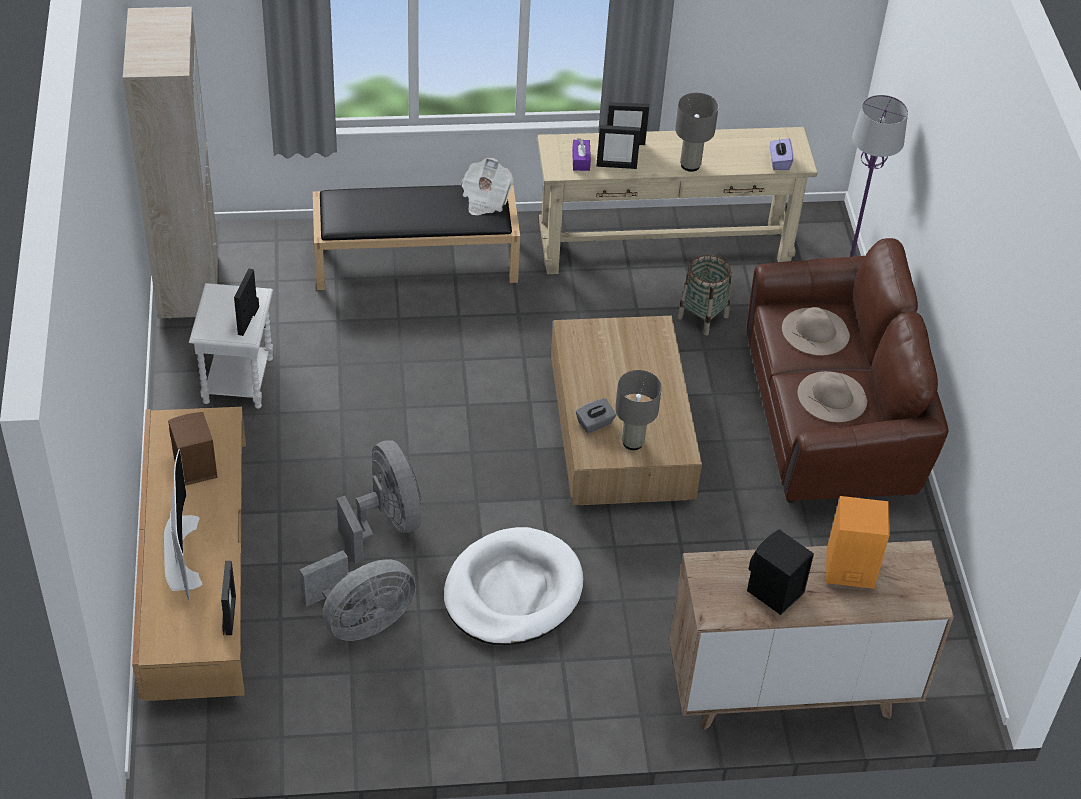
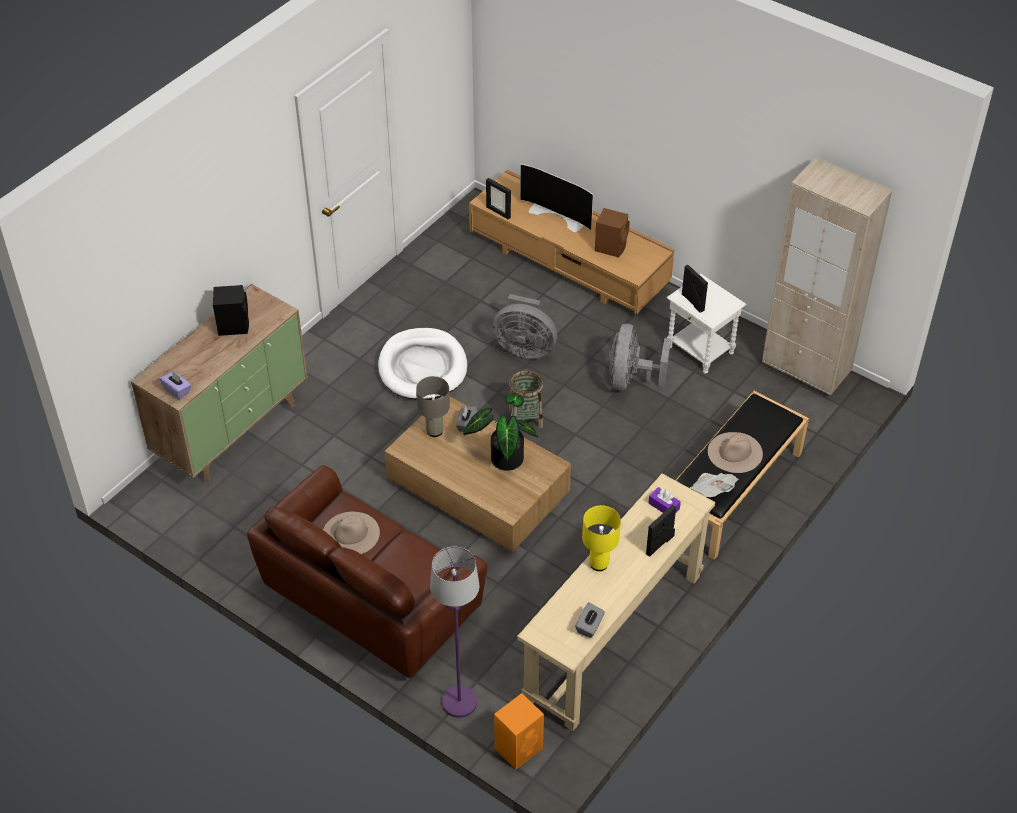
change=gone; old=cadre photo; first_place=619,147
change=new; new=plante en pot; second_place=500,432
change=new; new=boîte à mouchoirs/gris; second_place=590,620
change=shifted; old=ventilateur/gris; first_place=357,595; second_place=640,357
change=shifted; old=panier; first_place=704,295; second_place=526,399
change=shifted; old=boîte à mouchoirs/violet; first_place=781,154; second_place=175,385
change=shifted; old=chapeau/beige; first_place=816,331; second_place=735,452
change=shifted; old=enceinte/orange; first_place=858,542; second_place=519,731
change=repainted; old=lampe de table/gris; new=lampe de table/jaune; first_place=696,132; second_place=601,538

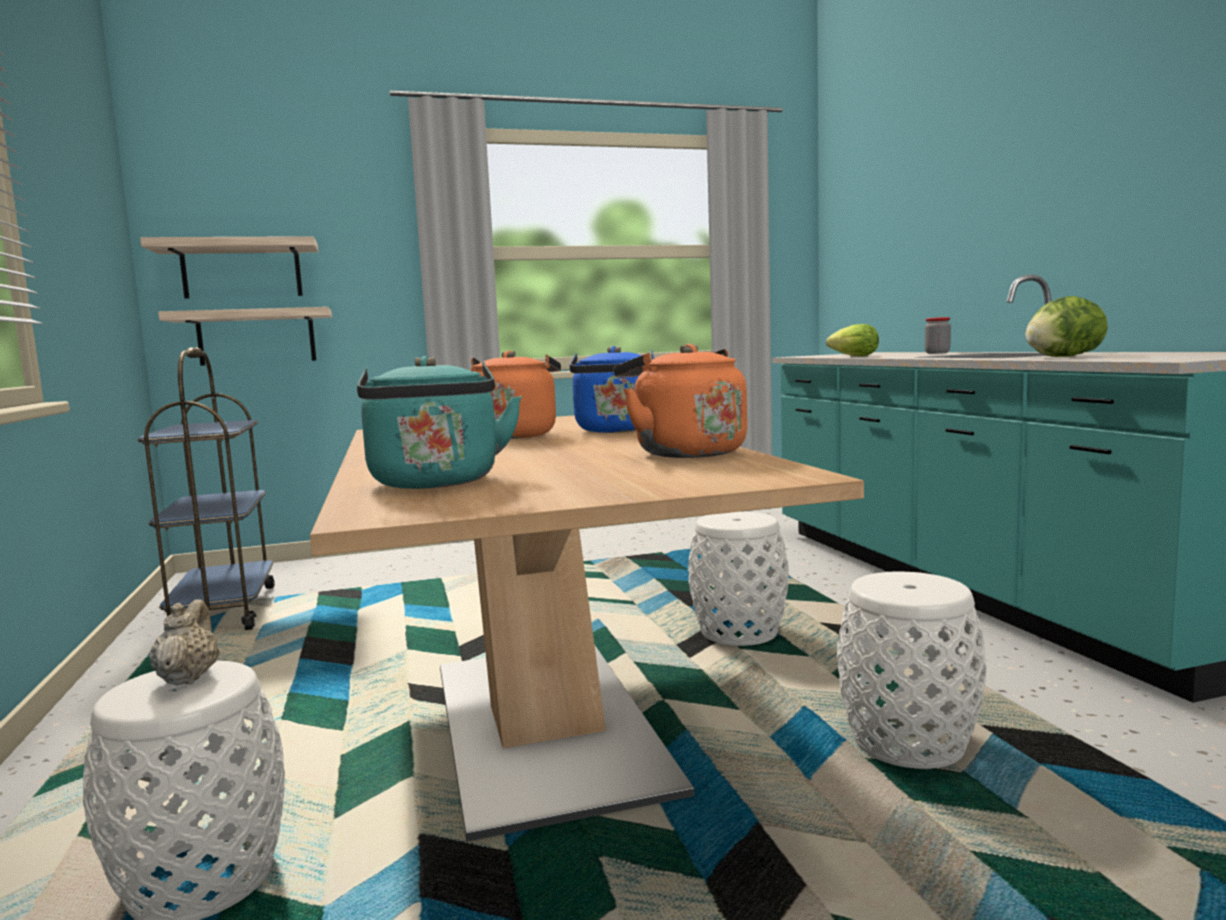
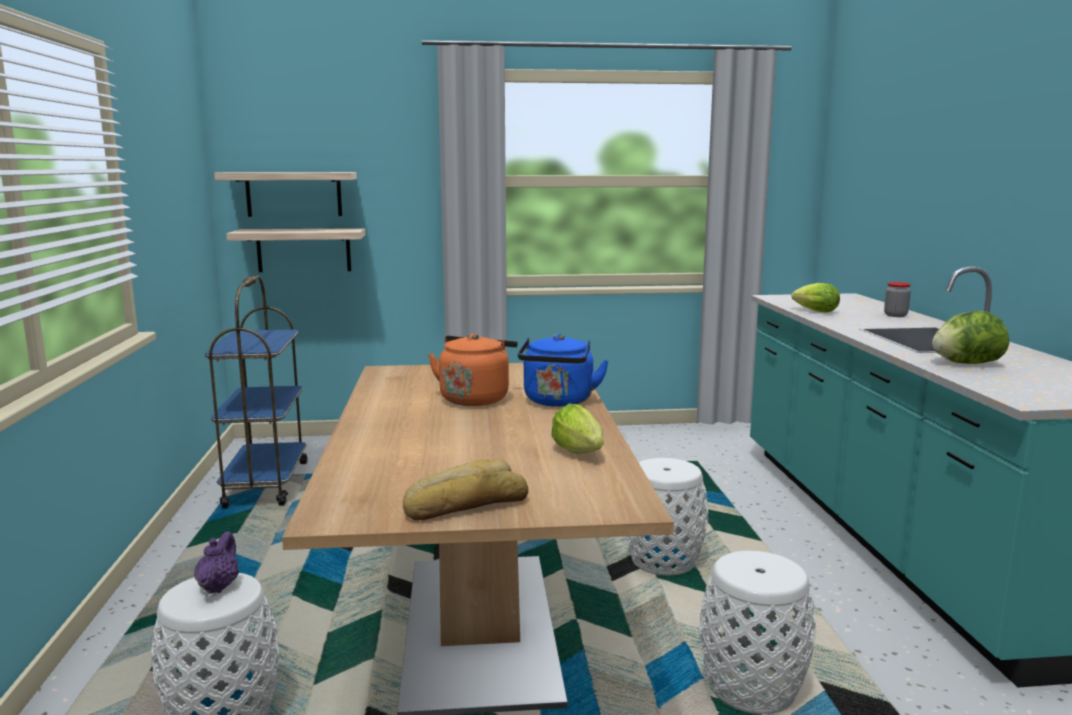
change=gone; old=bouilloire/turquoise; first_place=439,422
change=new; new=pain; second_place=465,489
change=swapped; old=bouilloire/orange; new=laitue; first_place=680,401; second_place=578,428
change=repainted; old=théière/beige; new=théière/violet; first_place=184,642; second_place=216,562

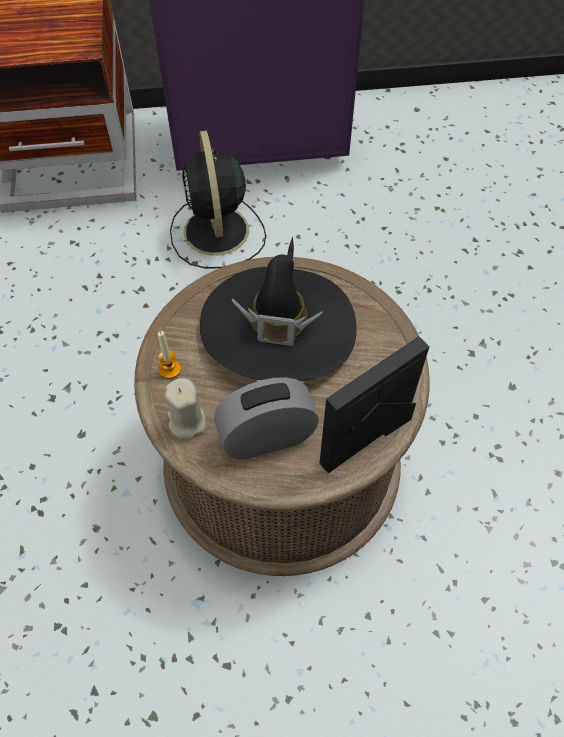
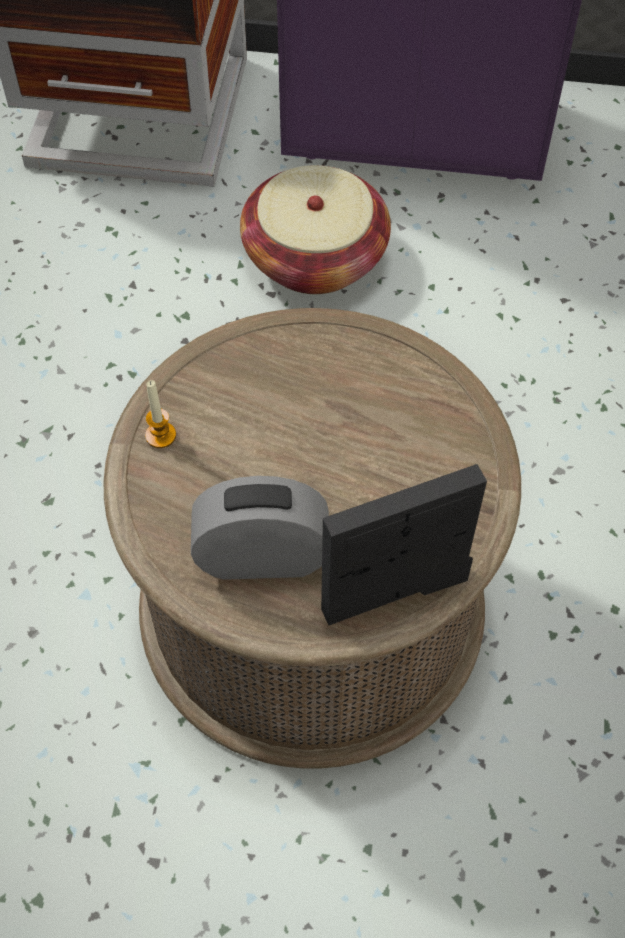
change=gone; old=bougie/beige; first_place=185,408
change=gone; old=chapeau/noir; first_place=278,308
change=swapped; old=ventilateur/noir; new=panier; first_place=218,200; second_place=315,229

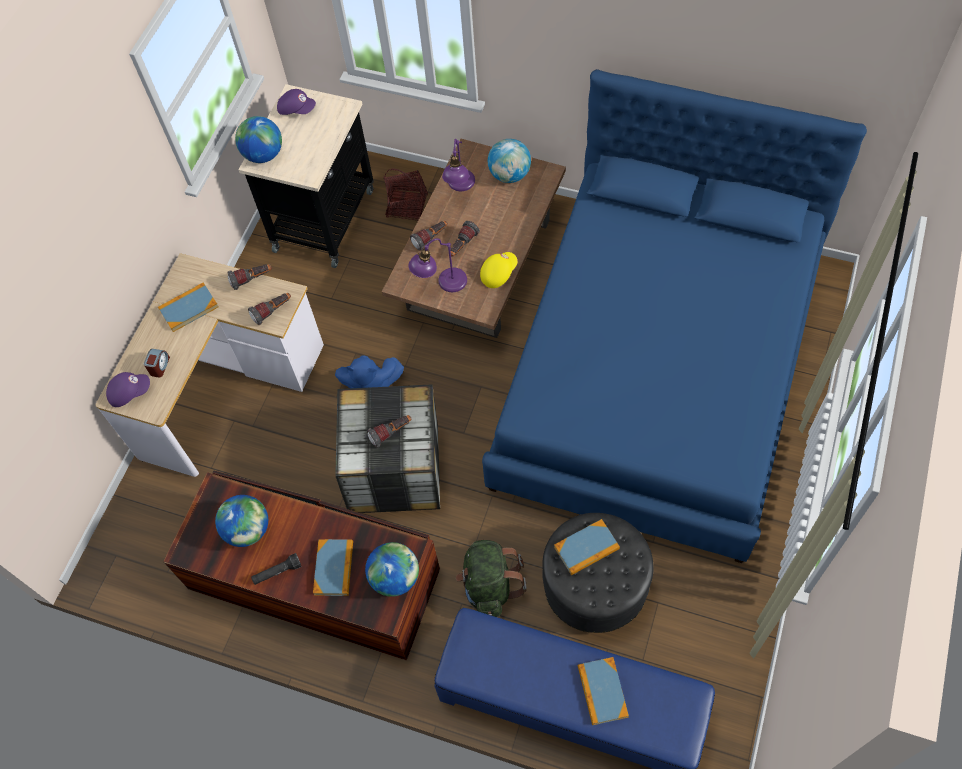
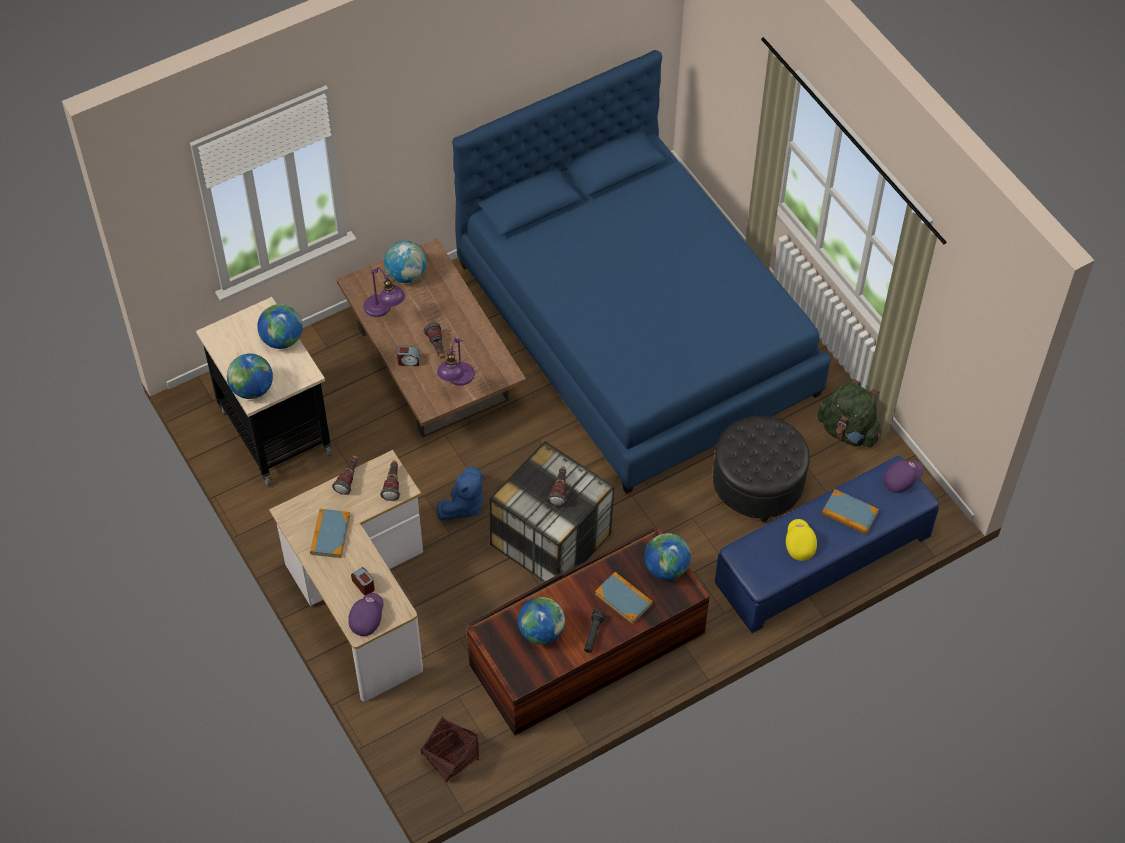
change=gone; old=livre; first_place=587,547
change=new; new=globe; second_place=280,326
change=shifted; old=casquette/violet; first_place=296,102; second_place=903,476
change=shifted; old=panier; first_place=405,194; second_place=449,750
change=shifted; old=sac à dos/vert; first_place=491,578; second_place=849,413
change=shifted; old=casquette/jaune; first_place=498,270; second_place=801,540
change=swapped; old=lampe de poche; new=réveil; first_place=429,236; second_place=408,355

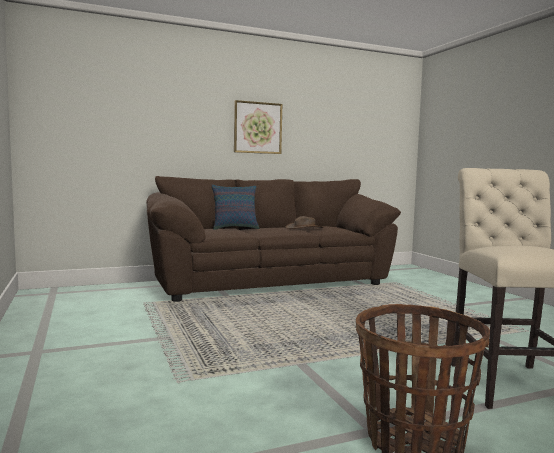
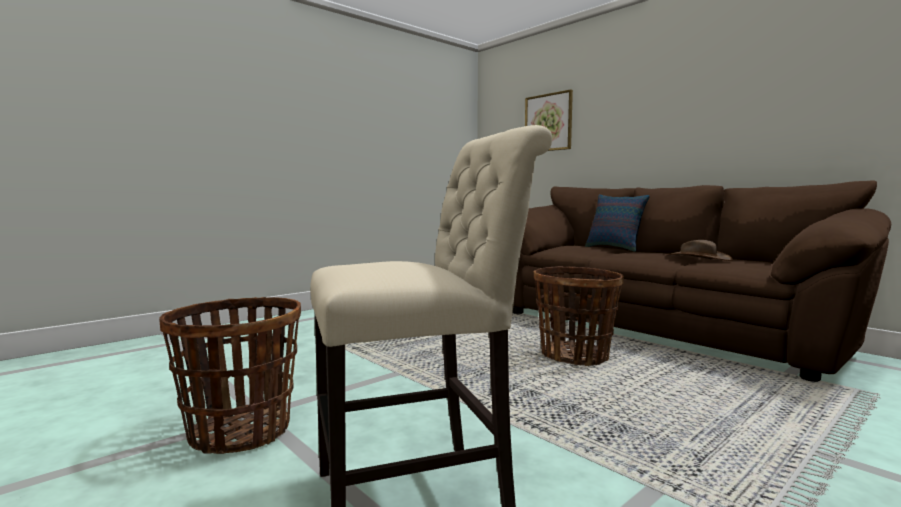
change=new; new=panier; second_place=579,316
change=shifted; old=tableau; first_place=258,127; second_place=549,120

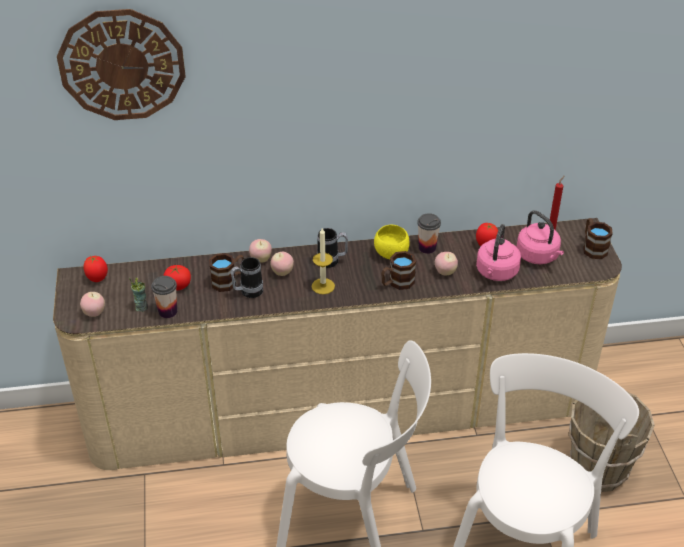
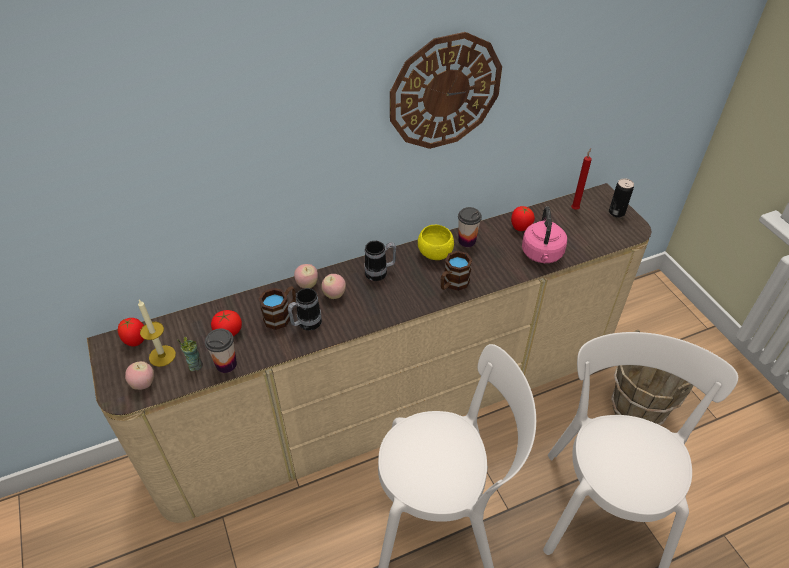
change=gone; old=pomme; first_place=446,264
change=gone; old=bouilloire/rose; first_place=540,237
change=shifted; old=horloge murale; first_place=121,64; second_place=446,90
change=shifted; old=bougie; first_place=323,261; second_place=157,333
change=swapped; old=mug/marron; new=boîte métallique; first_place=598,238; second_place=621,197

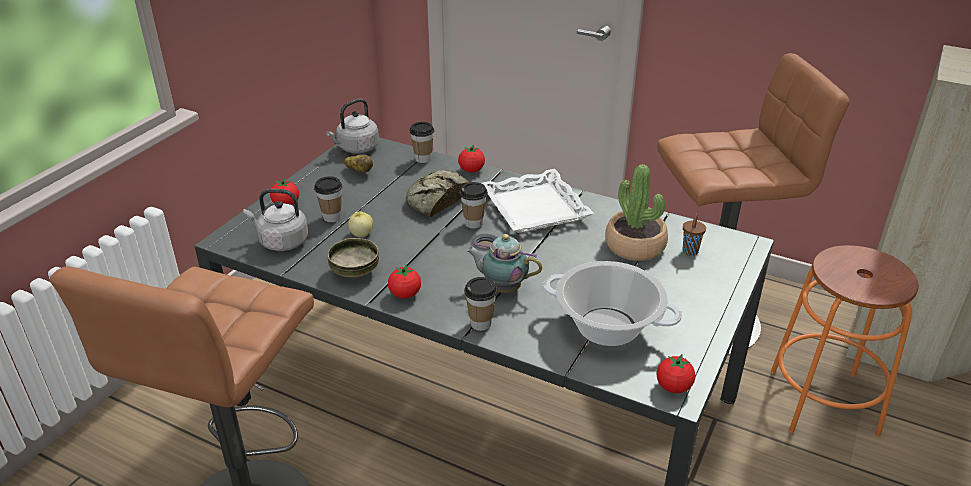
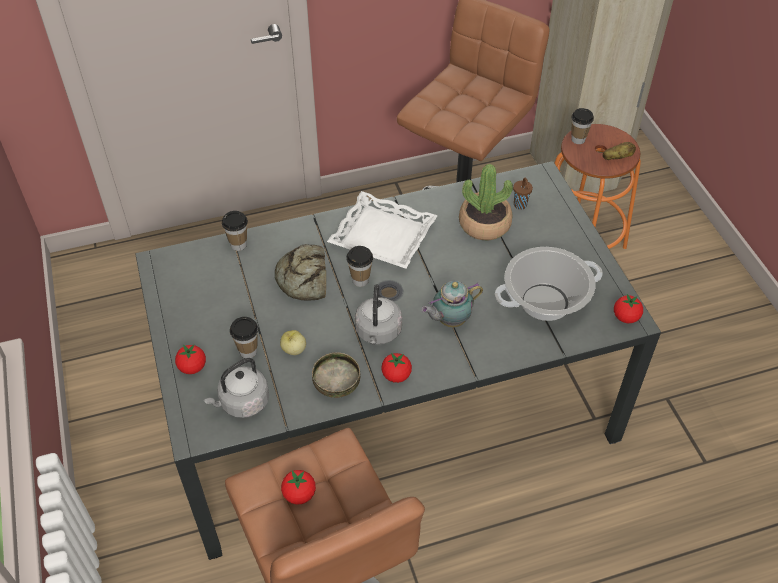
change=shifted; old=bouilloire/gris; first_place=352,126; second_place=378,314
change=shifted; old=pomme de terre; first_place=358,164; second_place=619,151
change=shifted; old=tomate; first_place=471,158; second_place=298,487
change=shifted; old=tasse; first_place=481,304; second_place=582,126

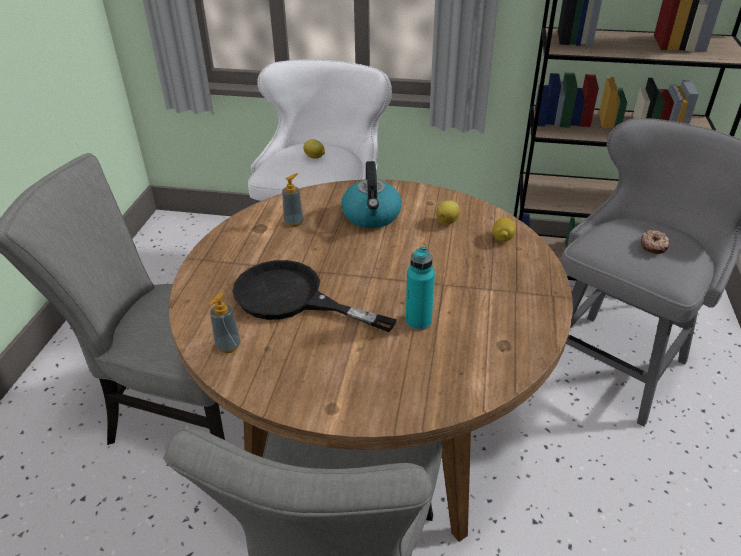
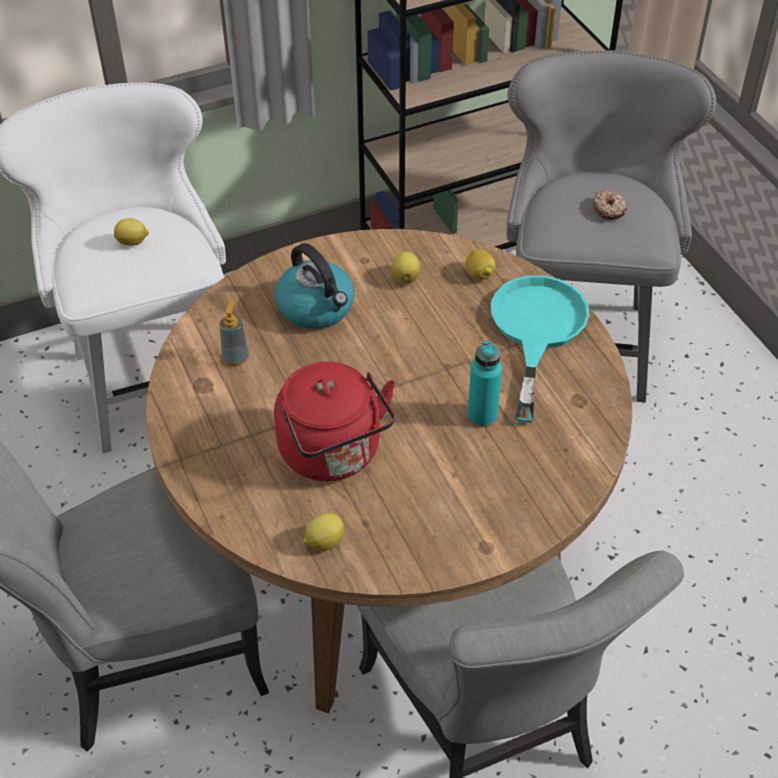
change=new; new=poêle/turquoise; second_place=540,348
change=swapped; old=distributeur de savon; new=citron; first_place=224,322; second_place=324,532
change=swapped; old=poêle/noir; new=bouilloire/rouge; first_place=314,296; second_place=334,421

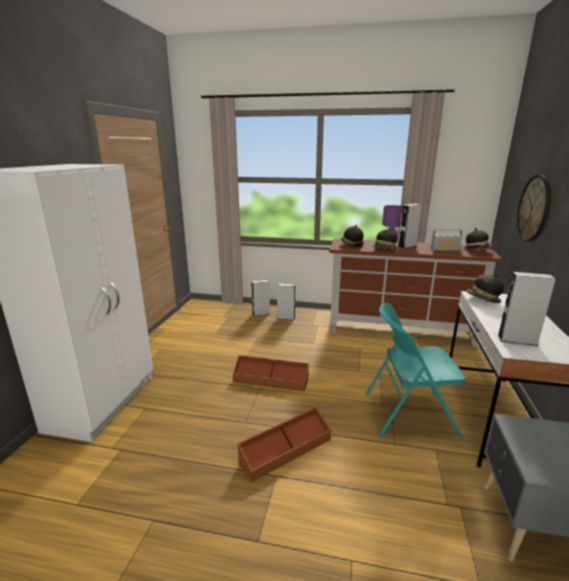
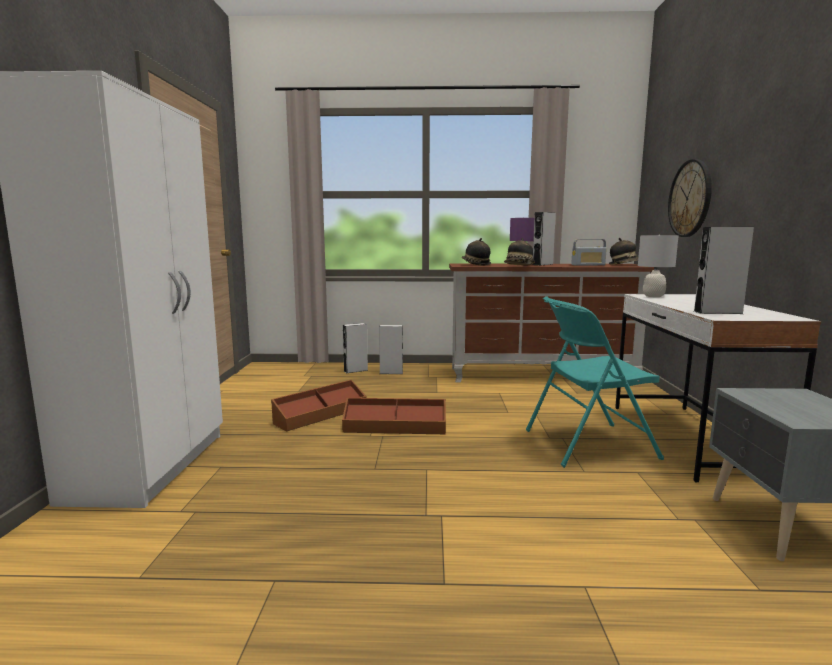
change=shifted; old=boîte de rangement/marron; first_place=284,444; second_place=319,406
change=swapped; old=chapeau; new=lampe de table/gris; first_place=485,288; second_place=658,266

